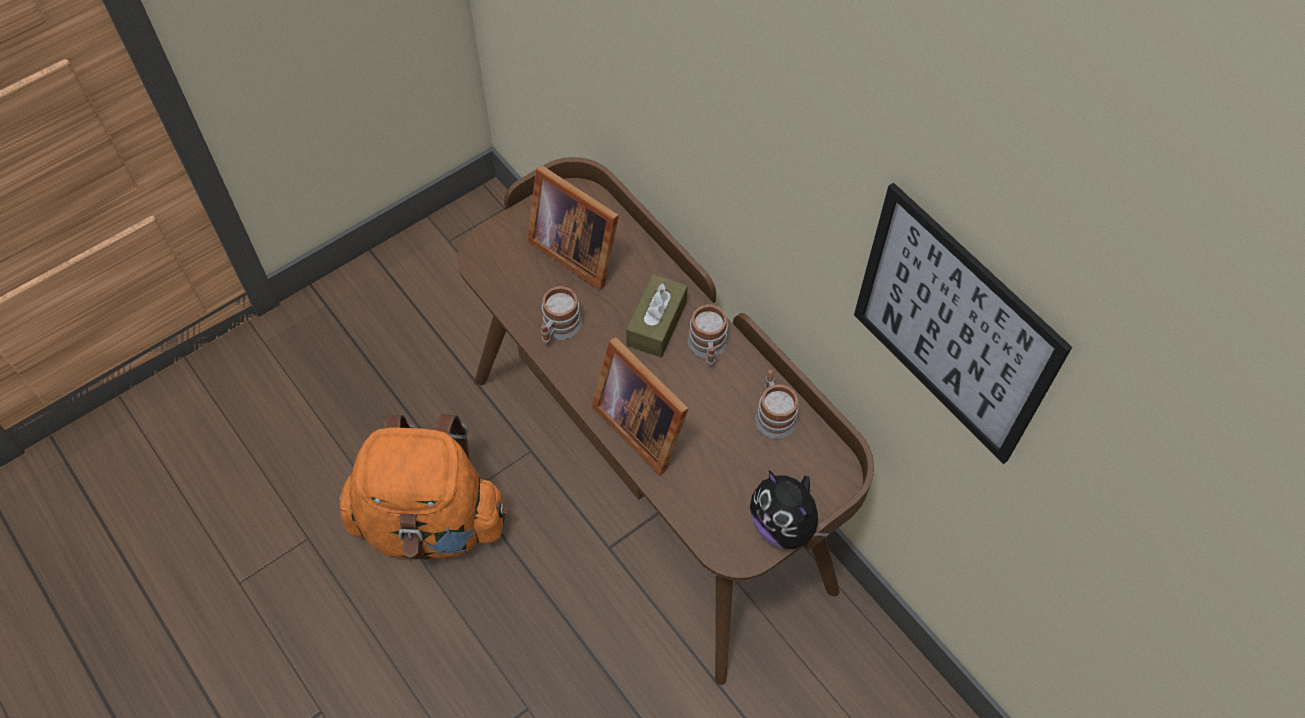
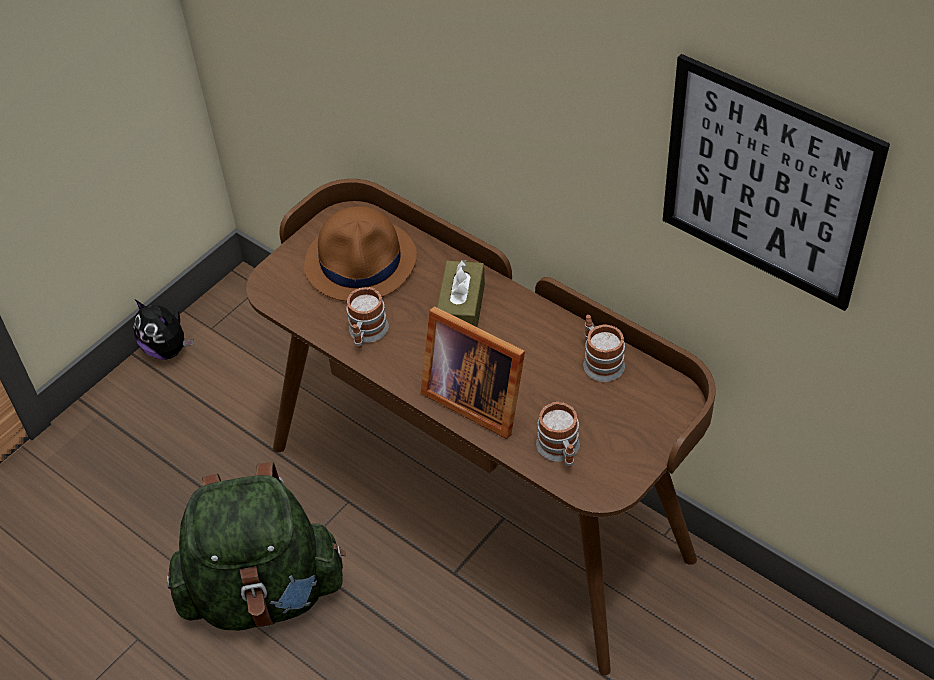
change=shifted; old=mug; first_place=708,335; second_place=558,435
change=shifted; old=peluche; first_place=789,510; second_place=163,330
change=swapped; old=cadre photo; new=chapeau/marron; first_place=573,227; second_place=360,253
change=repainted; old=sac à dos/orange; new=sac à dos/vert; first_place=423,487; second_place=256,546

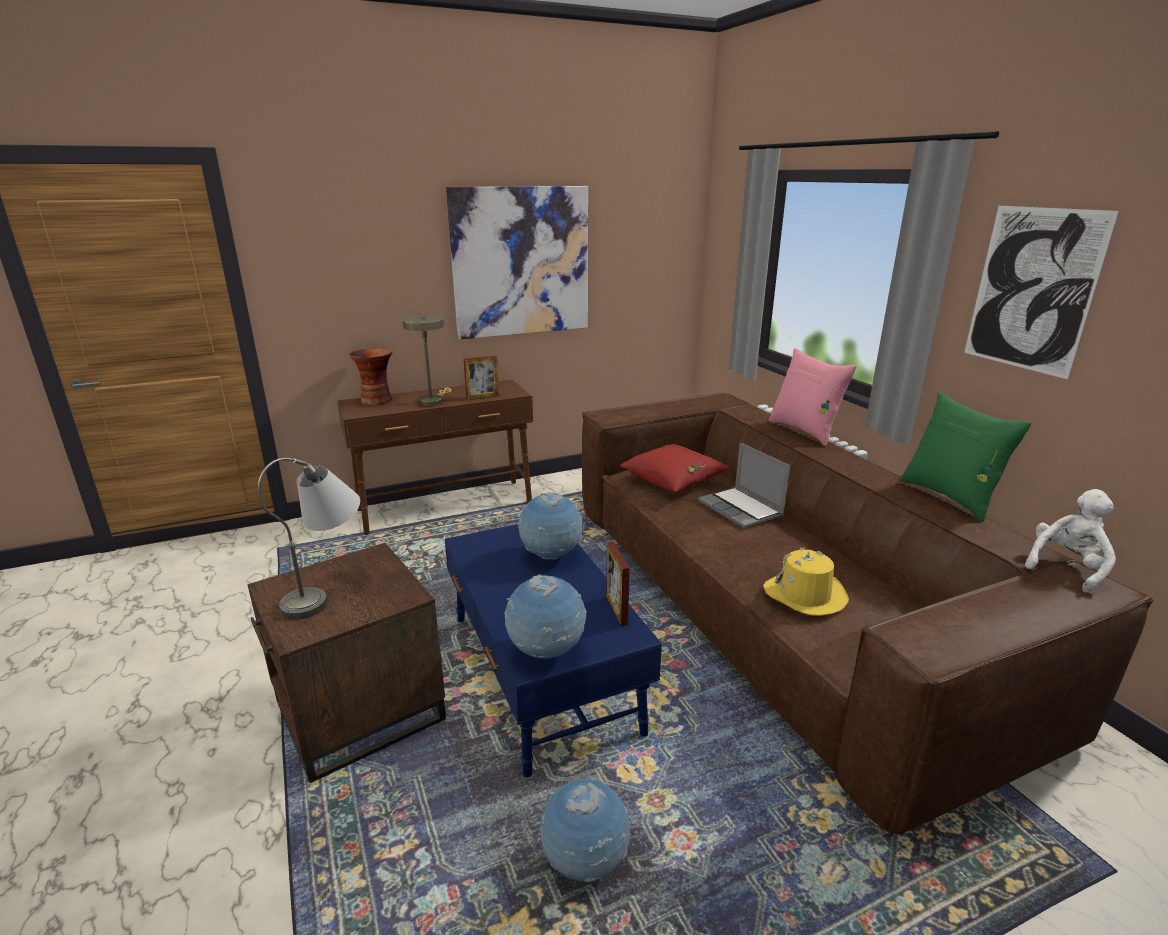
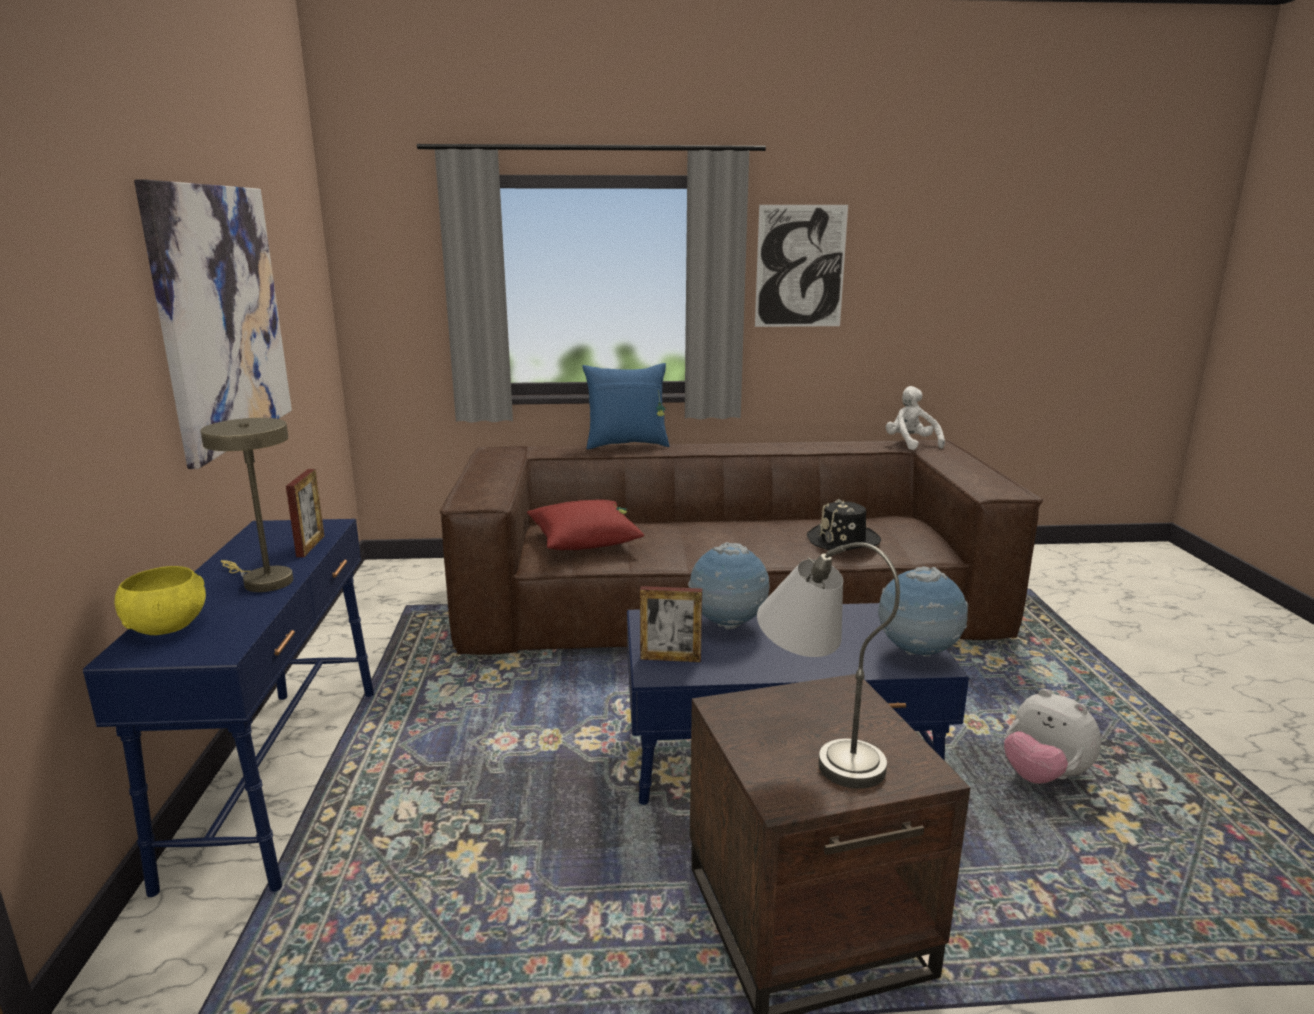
change=gone; old=ordinateur portable; first_place=744,485
change=gone; old=coussin/vert; first_place=966,457
change=shifted; old=cadre photo; first_place=618,583; second_place=671,624
change=swapped; old=vase; new=bol/jaune; first_place=370,376; second_place=160,600
change=swapped; old=globe; new=peluche; first_place=585,831; second_place=1052,736
change=repainted; old=table console/marron; new=table console/bleu; first_place=435,457; second_place=228,708
change=repainted; old=chapeau/jaune; new=chapeau/noir; first_place=806,582; second_place=844,524
change=repainted; old=coussin/rose; new=coussin/bleu; first_place=812,397; second_place=625,406

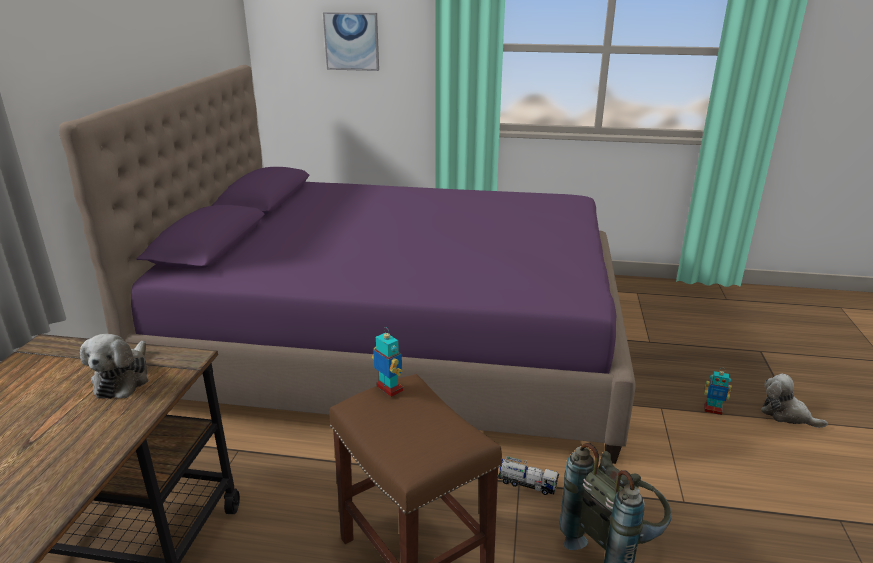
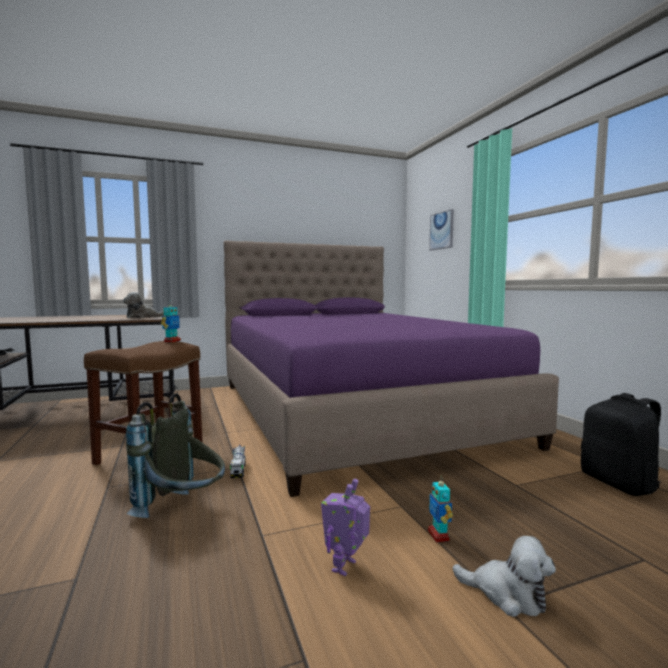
change=new; new=robot jouet; second_place=345,527
change=new; new=sac à dos/noir; second_place=621,444
change=rotated; old=peluche; first_place=794,401; second_place=504,576; degrees=105

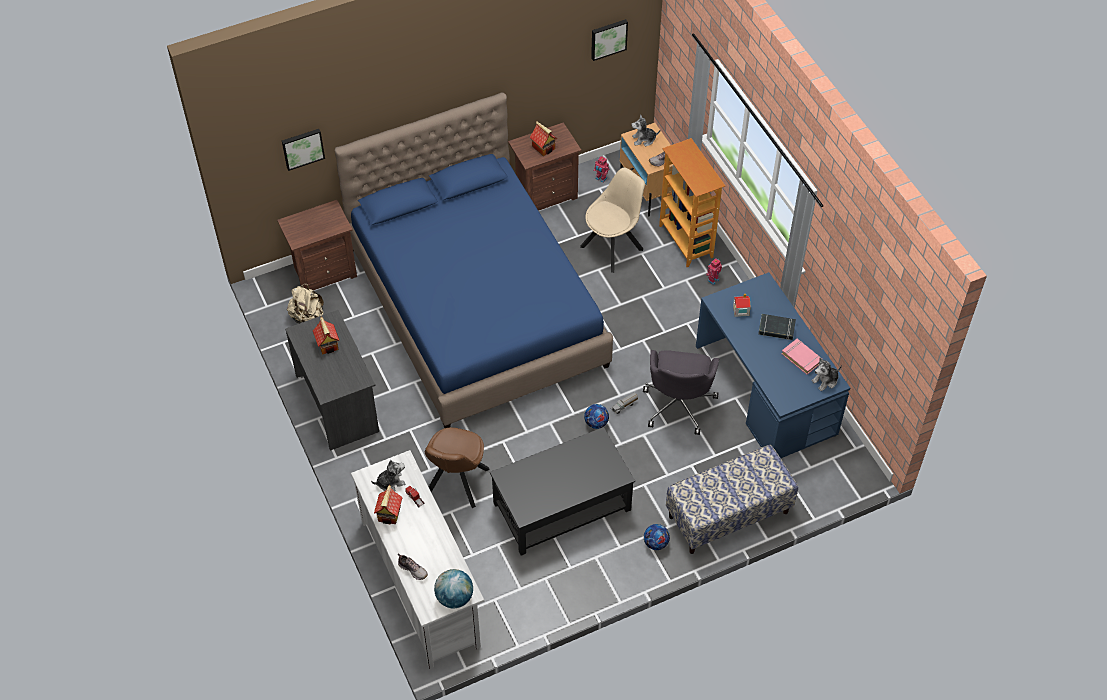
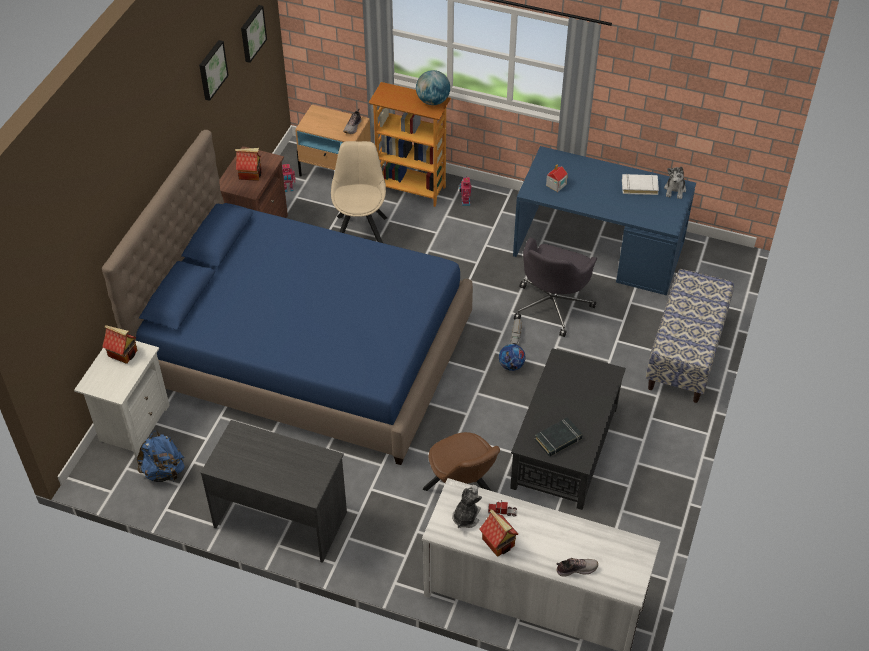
change=gone; old=peluche; first_place=645,130
change=gone; old=ballon de foot; first_place=657,537
change=shifted; old=tableau; first_place=303,150; second_place=214,70
change=shifted; old=maison miniature; first_place=326,336; second_place=120,344
change=shifted; old=globe; first_place=453,588; second_place=433,87
change=shifted; old=livre/noir; first_place=777,327; second_place=559,436
change=repainted; old=table de chevet/marron; new=table de chevet/blanc; first_place=317,245; second_place=121,399
change=repainted; old=sac à dos/beige; new=sac à dos/bleu; first_place=305,304; second_place=161,456
change=repainted; old=livre/rose; new=livre/blanc; first_place=800,357; second_place=640,184
change=rotated; old=chaise de bureau/gris; first_place=681,392; second_place=555,287; degrees=60

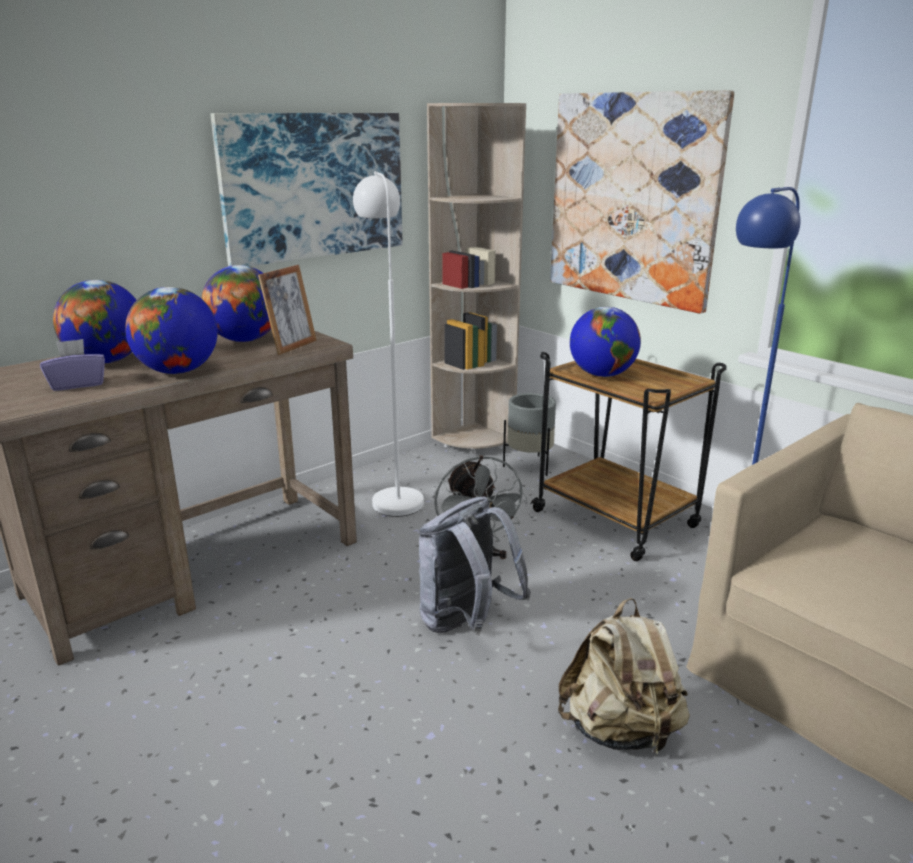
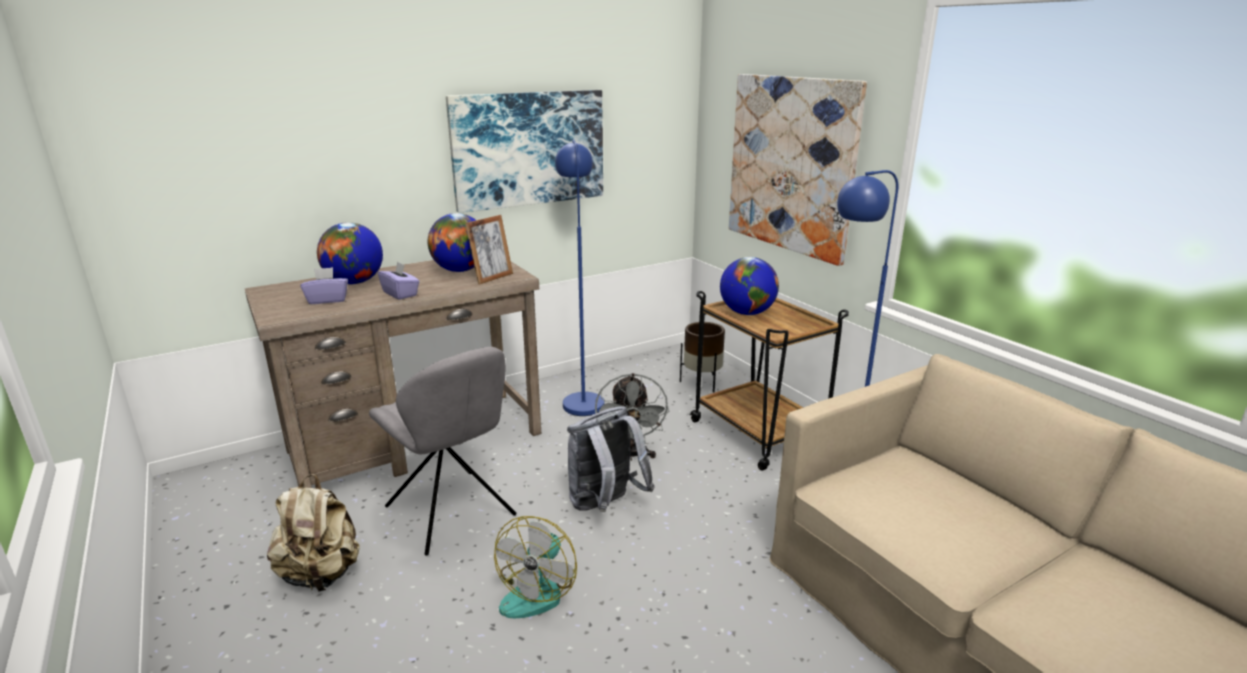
change=gone; old=bibliothèque/beige; first_place=476,278
change=new; new=chaise/gris; second_place=443,451
change=new; new=ventilateur; second_place=535,567
change=shifted; old=sac à dos/beige; first_place=624,677; second_place=313,533
change=swapped; old=globe; new=boîte à mouchoirs/violet; first_place=171,330; second_place=399,280
change=repainted; old=lampadaire/blanc; new=lampadaire/bleu; first_place=388,344; second_place=579,278
change=repainted; old=cache-pot/gris; new=cache-pot/marron; first_place=529,434; second_place=702,357

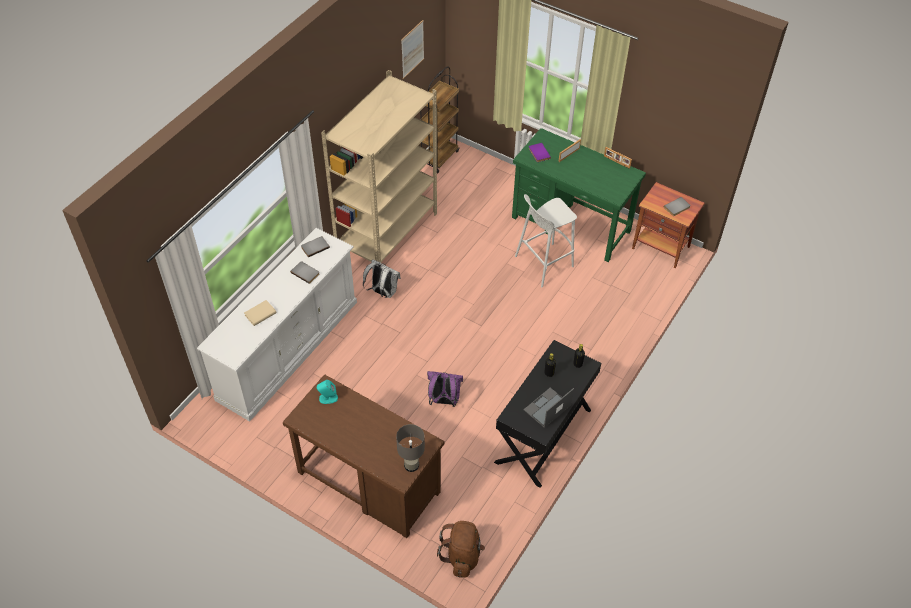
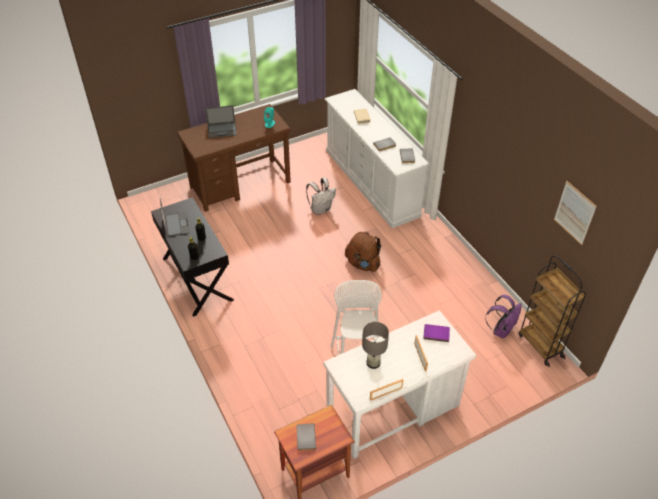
change=gone; old=bibliothèque/beige; first_place=379,166
change=new; new=ordinateur portable; second_place=221,121
change=shifted; old=sac à dos/blanc; first_place=382,278; second_place=321,196
change=shifted; old=lampe de table/gris; first_place=410,448; second_place=375,345
change=shifted; old=sac à dos/violet; first_place=445,389; second_place=503,316
change=shifted; old=sac à dos/marron; first_place=461,549; second_place=363,252
change=repainted; old=bureau/vert; new=bureau/blanc; first_place=579,195; second_place=399,384

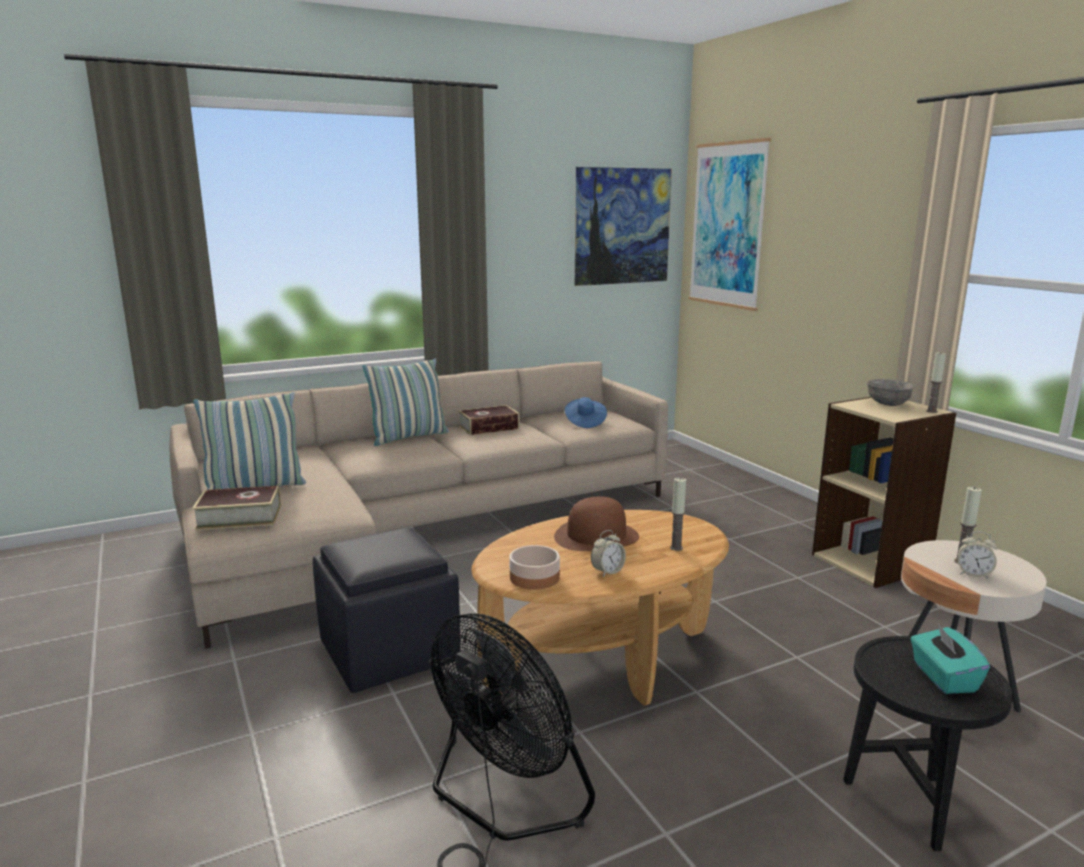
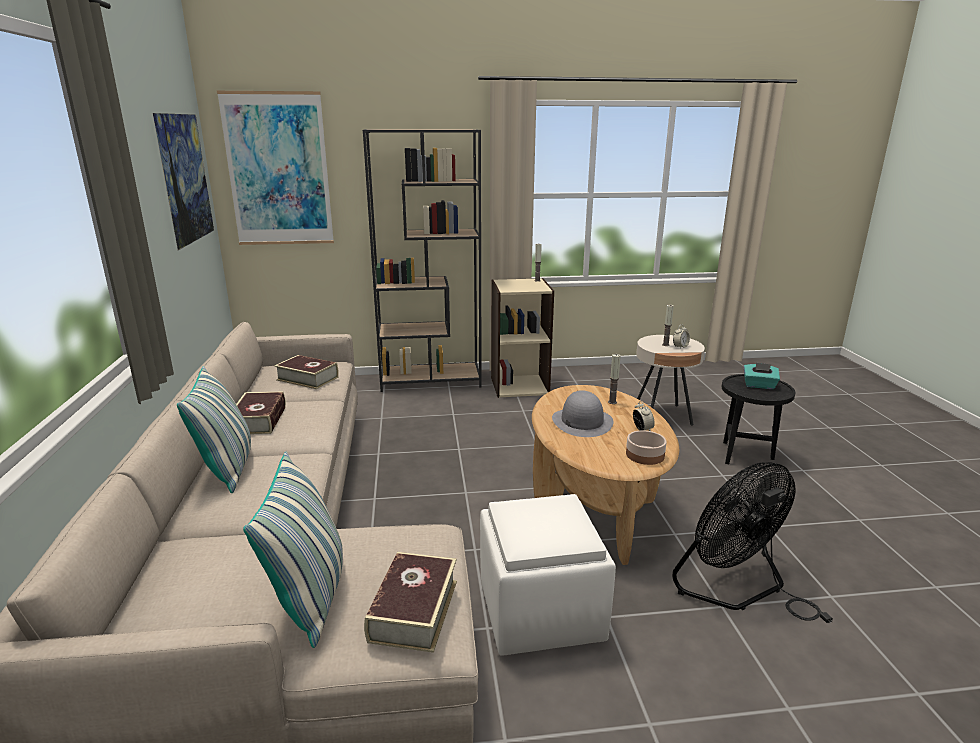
change=gone; old=bol/gris; first_place=890,392
change=new; new=bibliothèque; second_place=422,260
change=swapped; old=chapeau/bleu; new=livre; first_place=586,412; second_place=306,372
change=repainted; old=pouf/noir; new=pouf/blanc; first_place=386,610; second_place=548,575
change=repainted; old=chapeau/marron; new=chapeau/gris; first_place=596,524; second_place=582,413

